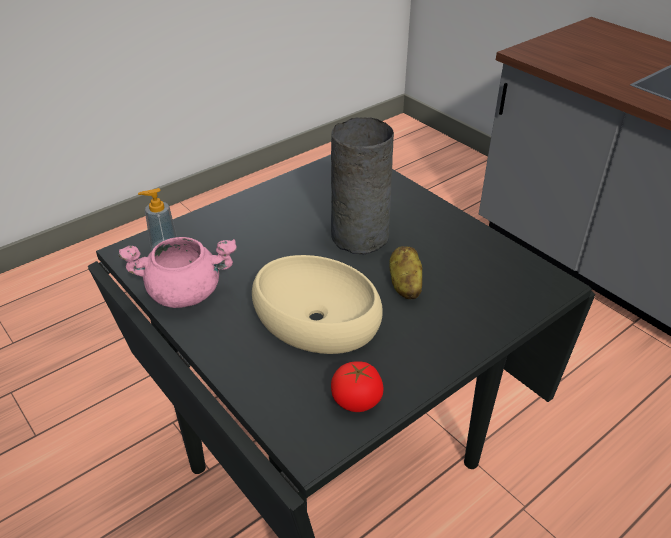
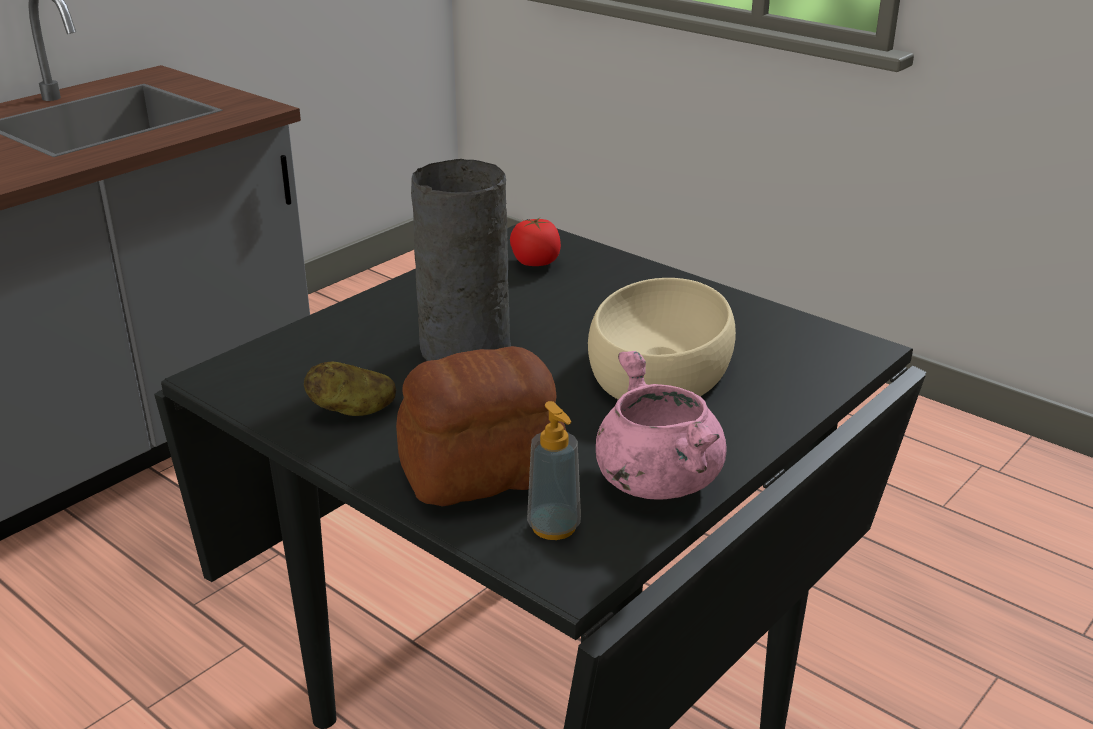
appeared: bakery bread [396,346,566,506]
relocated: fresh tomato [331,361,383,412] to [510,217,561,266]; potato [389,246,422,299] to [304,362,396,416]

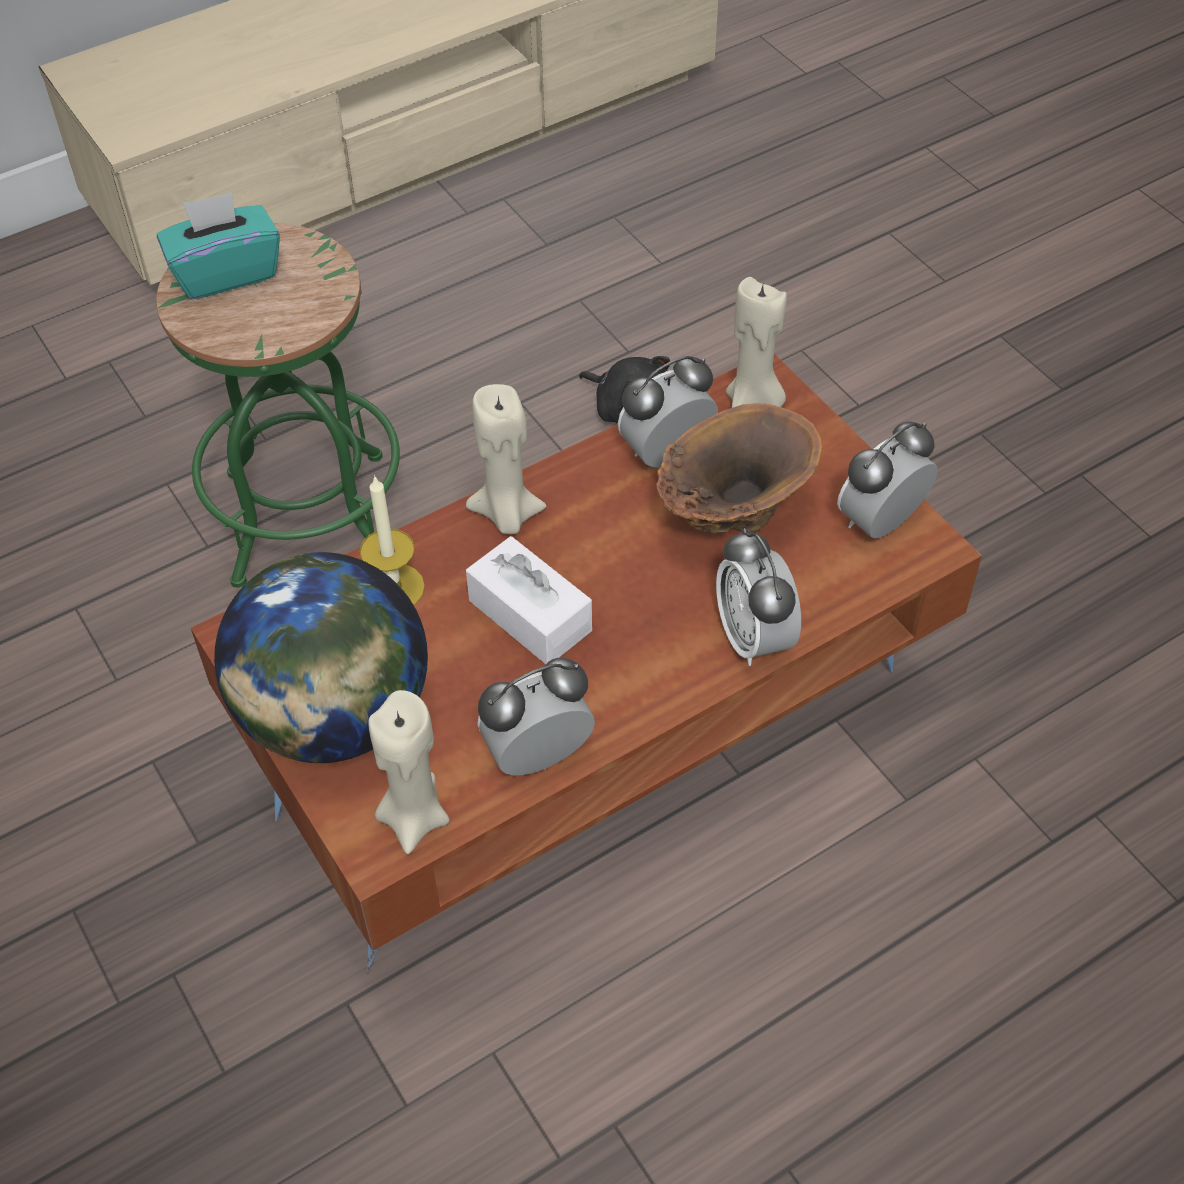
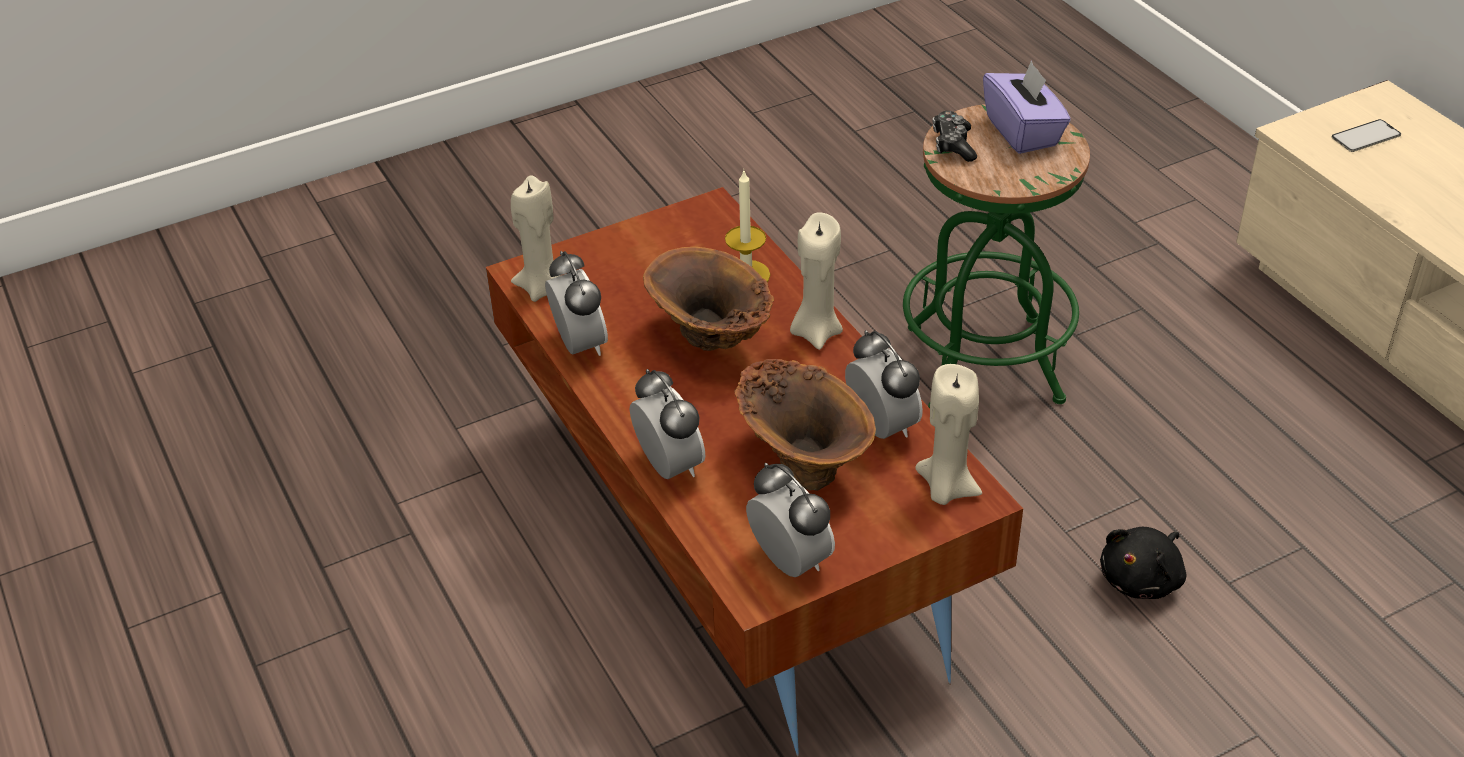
missing: world globe [214,552,428,763]
appeared: joypad [933,111,977,162]; telephone [1332,119,1401,152]
exchanged: white-coloured tissue holder [466,536,592,664] to brown-coloured flower vase [643,247,774,351]
colour: turquoise-coloured tissue holder [157,192,280,300] to purple tissue holder [983,60,1071,154]
spun: bedside clock [716,528,801,666] = [630,369,705,479] 75 degrees clockwise

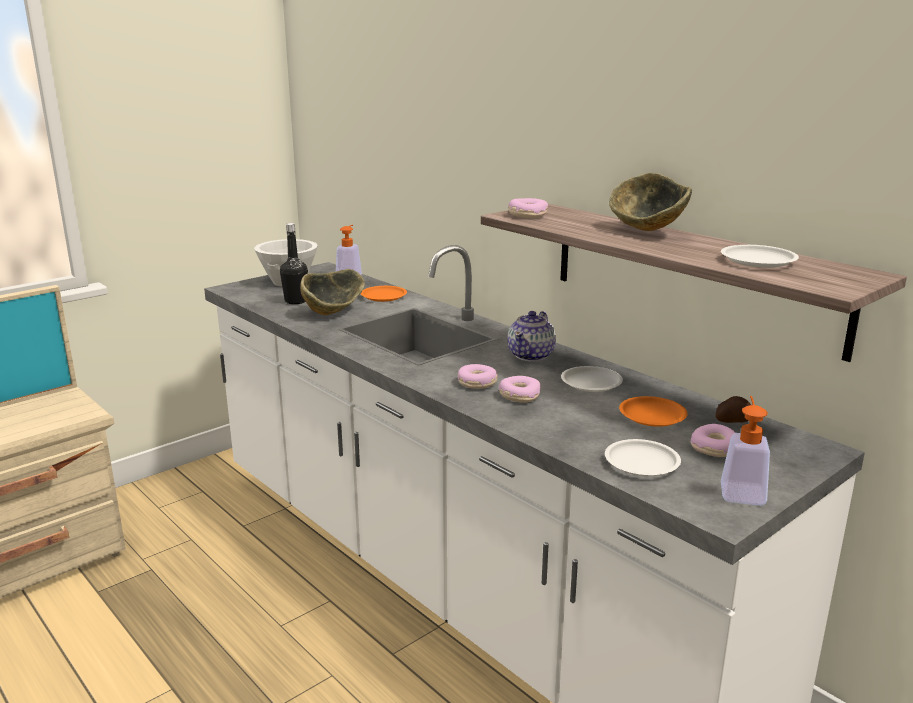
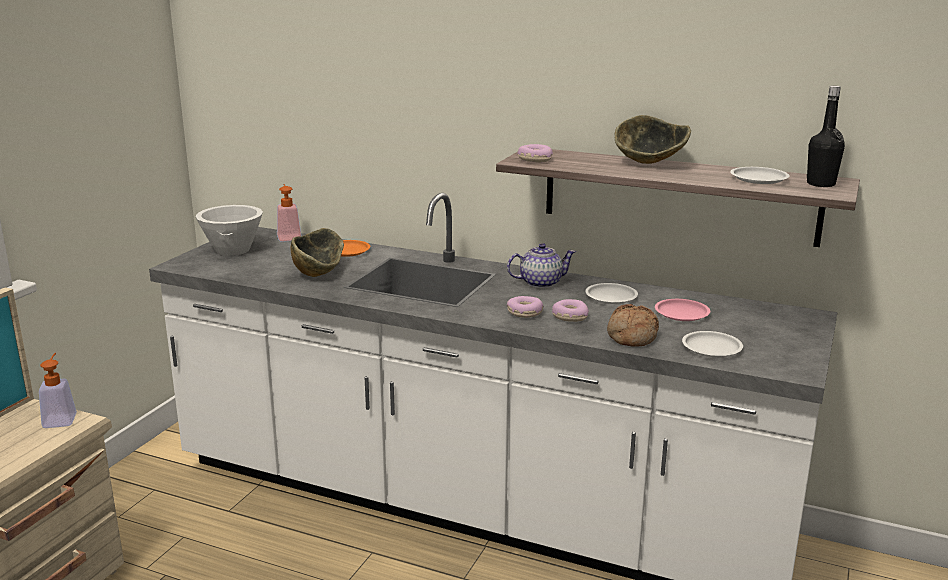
missing: doughnut [691,424,736,457]; potato [716,396,751,423]
appeared: bakery bread [607,304,659,347]
relocated: black-coloured beverage bottle [280,223,308,304] to [807,86,845,187]; liquid soap bottle [721,396,770,506] to [39,352,77,428]
colour: orange flat dish [619,396,688,427] to pink flat dish [655,299,710,321]
spun: tea pot [508,311,556,362] = [507,243,576,288] 105 degrees counterclockwise

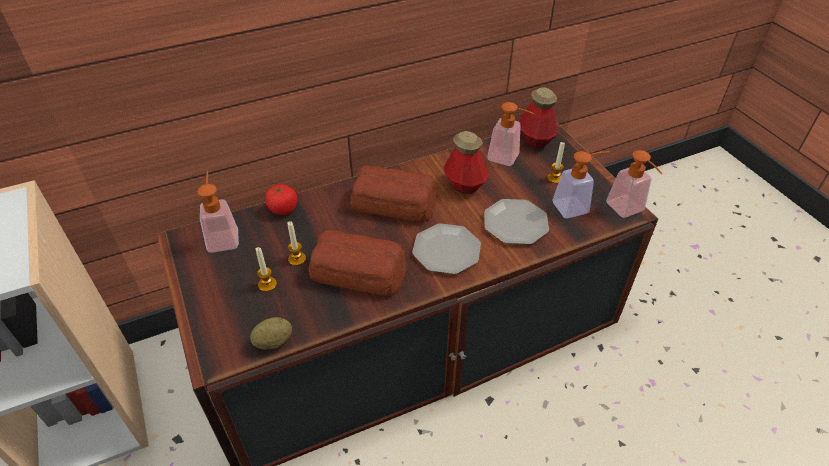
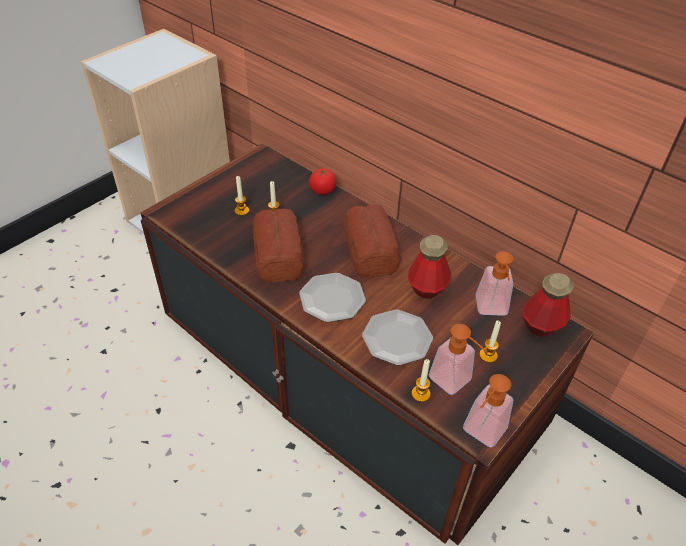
missing: liquid soap bottle [197,171,239,253]; potato [250,317,292,349]
appeared: wax candle [412,359,430,402]

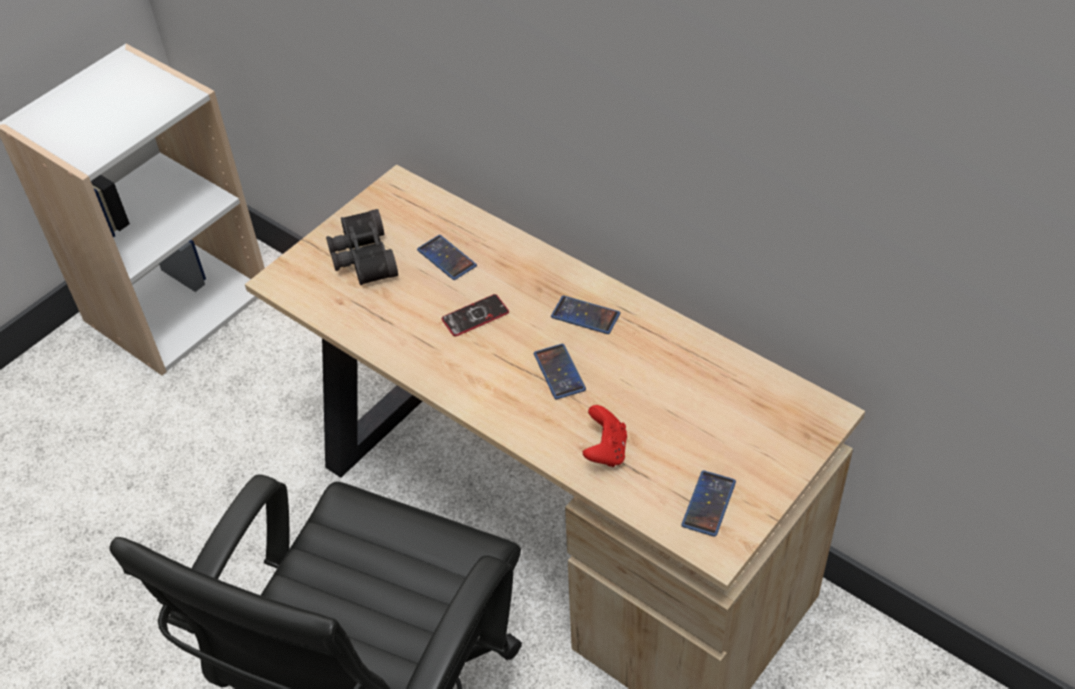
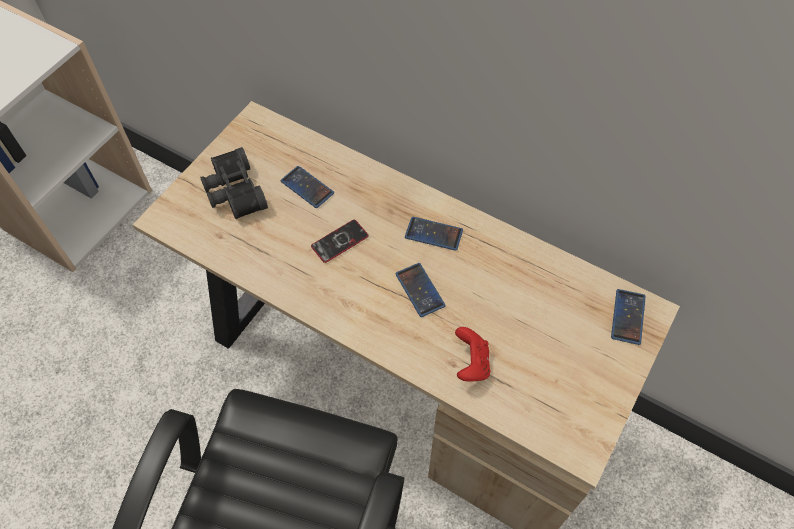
relocated: telephone [681,470,736,537] to [611,289,645,345]

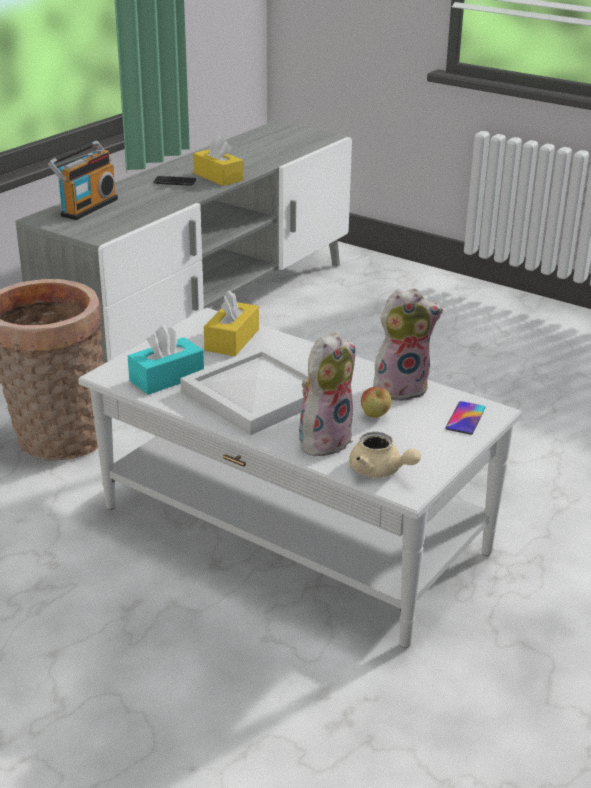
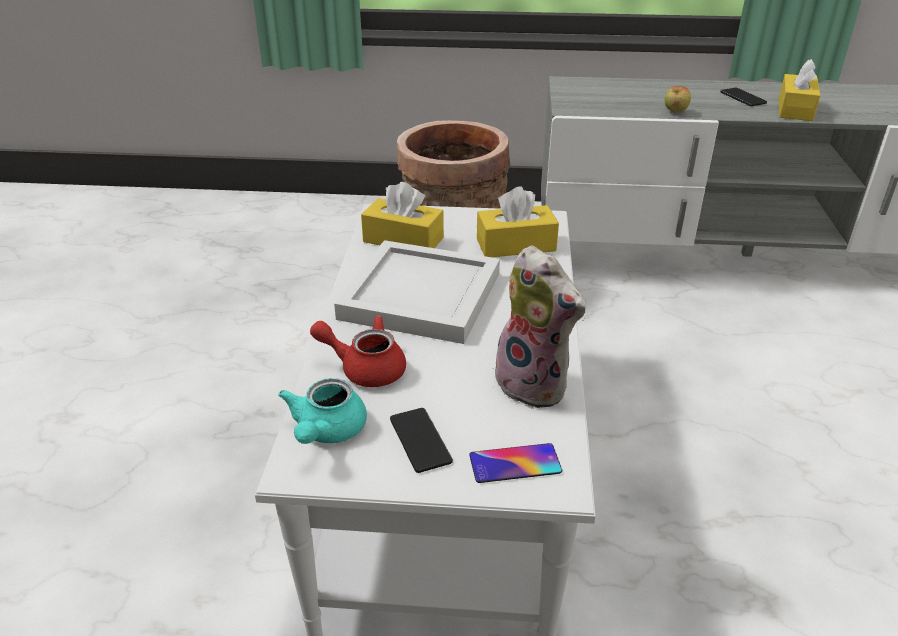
missing: radio set [48,141,118,220]
appeared: telephone [390,408,453,473]
relocated: apple fruit [361,387,391,418] to [664,86,691,113]
exchanged: soft toy [299,331,355,456] to reddish tea pot [310,315,406,387]
colour: turquoise-coloured tissue holder [128,325,204,395] to yellowish tissue holder [361,182,444,248]; beige tea pot [349,432,421,478] to turquoise-coloured tea pot [278,378,367,444]

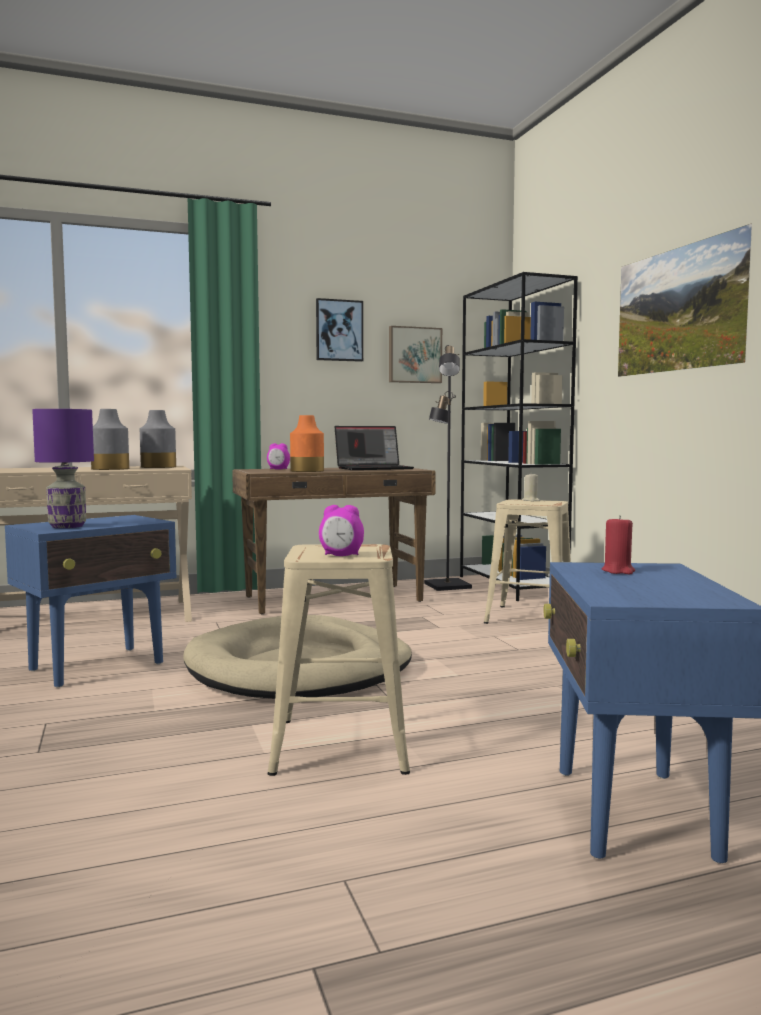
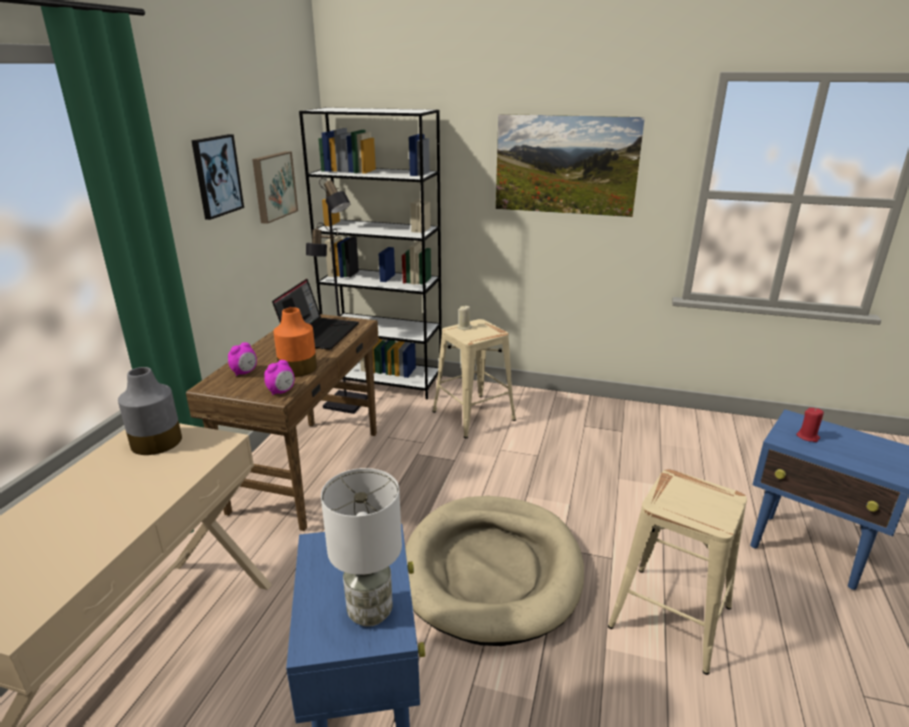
missing: greyish flower vase [91,409,129,470]
relocated: bedside clock [319,505,364,556] to [264,360,295,395]
colour: purple tabletop lamp [32,409,94,528] to white-coloured tabletop lamp [321,468,402,627]

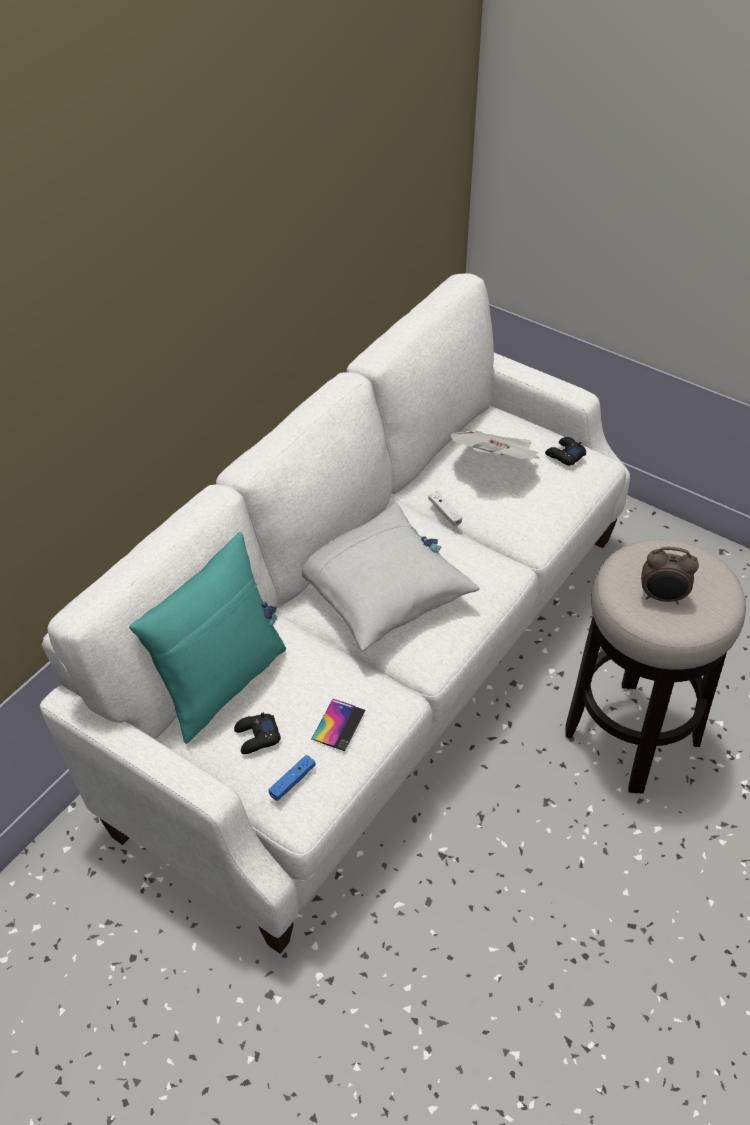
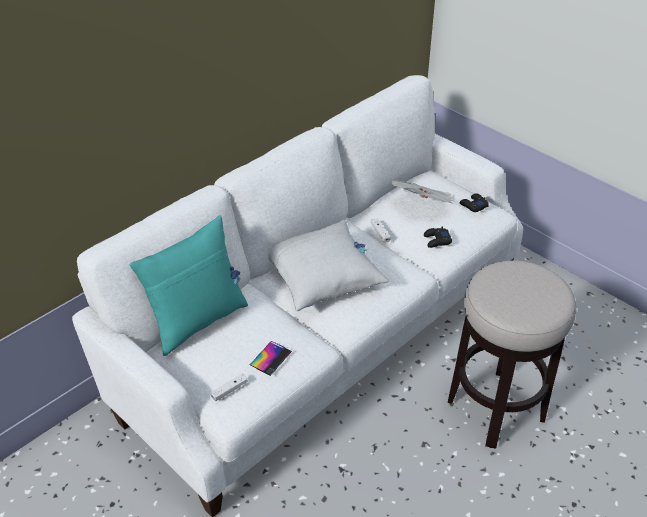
missing: bedside clock [641,547,699,604]
relocated: black-coloured joypad [234,713,281,754] to [424,226,452,248]
colour: bluish joypad [268,755,316,801] to white-coloured joypad [210,374,248,401]

